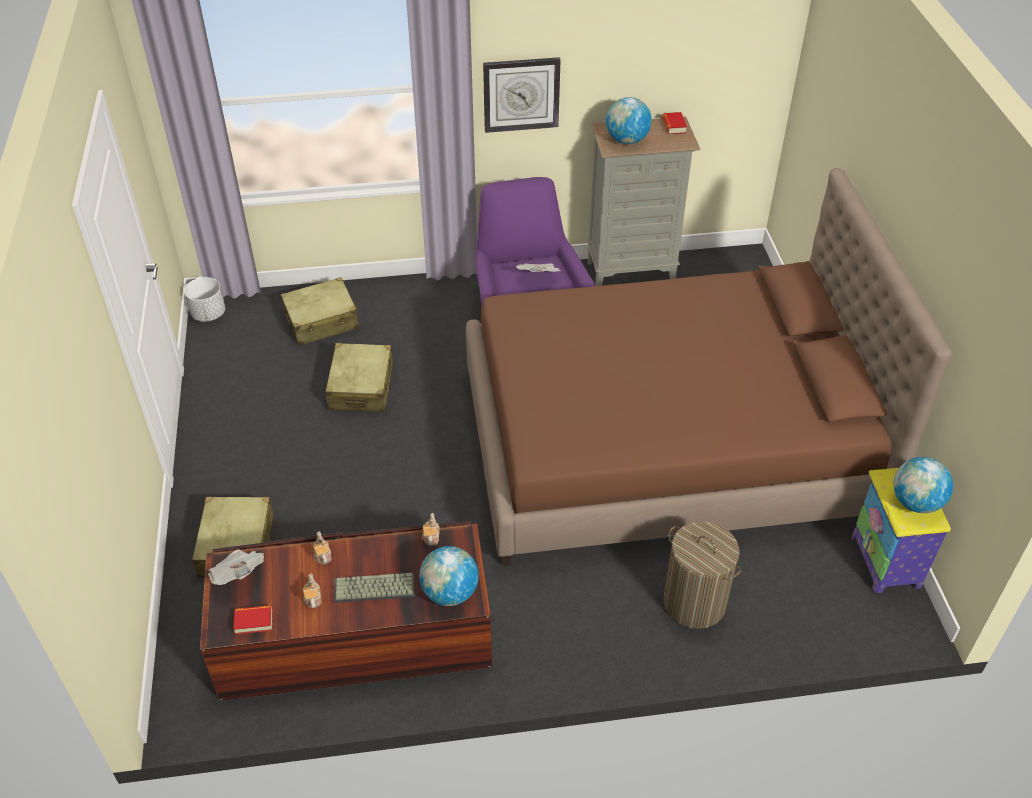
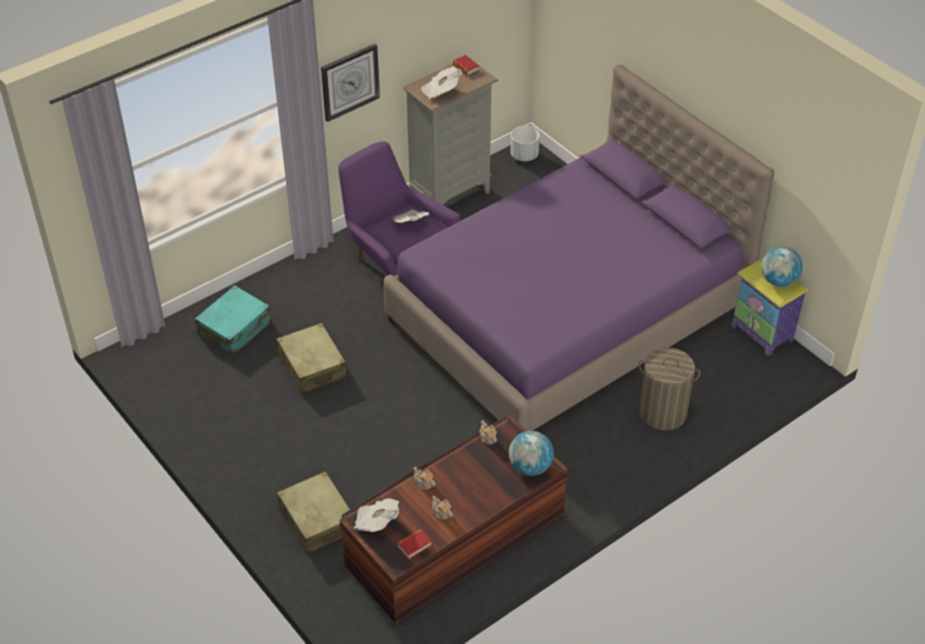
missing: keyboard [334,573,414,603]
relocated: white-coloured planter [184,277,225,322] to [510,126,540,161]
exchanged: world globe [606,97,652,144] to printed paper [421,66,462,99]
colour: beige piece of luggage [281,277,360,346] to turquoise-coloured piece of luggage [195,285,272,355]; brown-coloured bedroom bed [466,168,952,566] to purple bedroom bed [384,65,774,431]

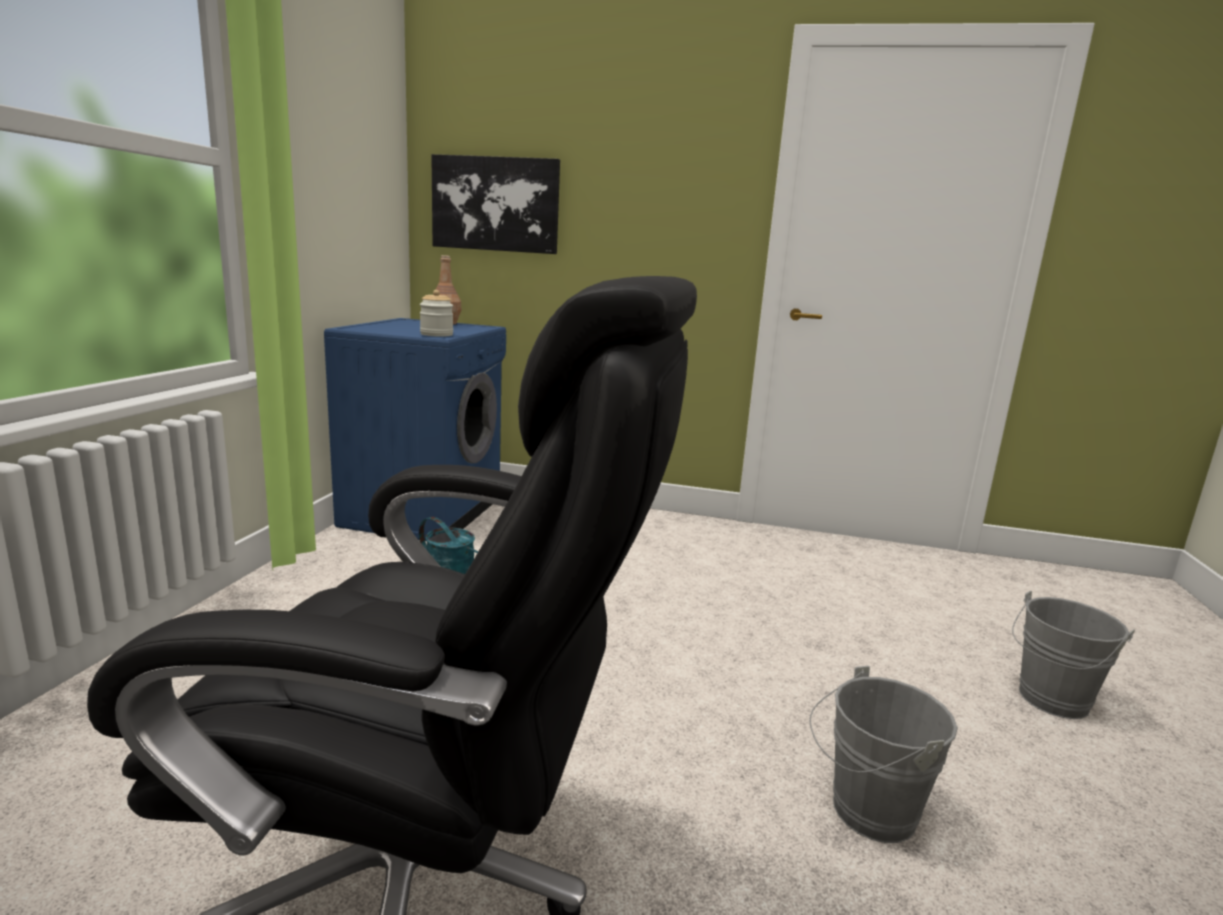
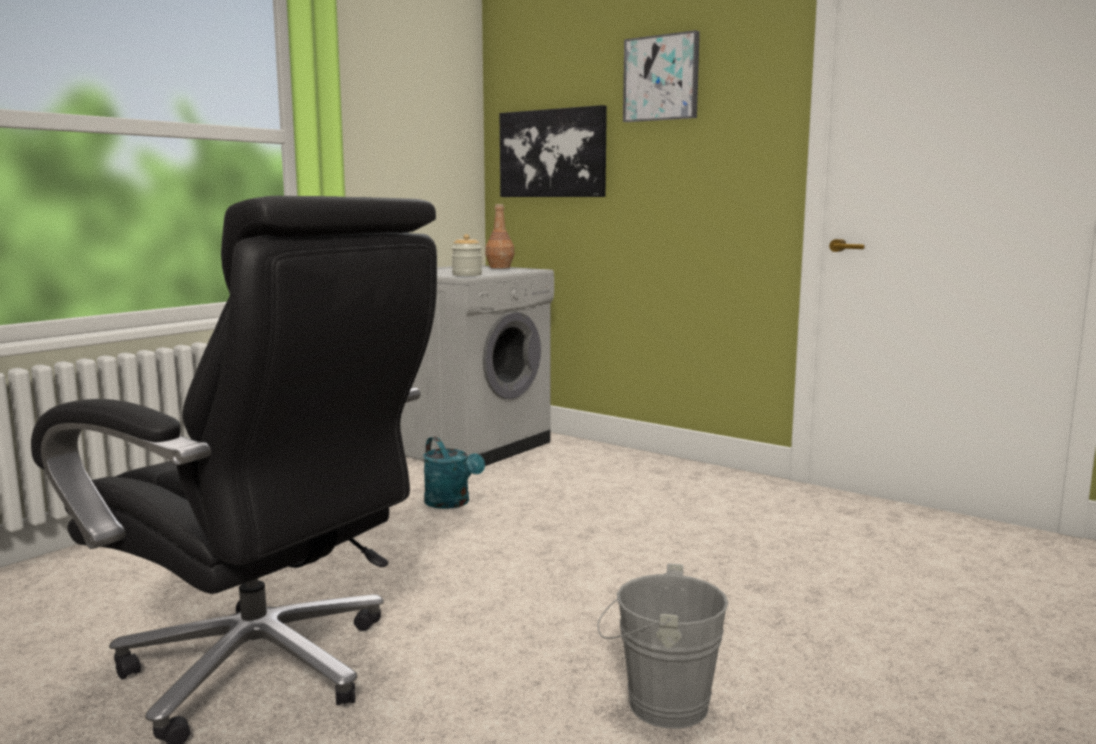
missing: greyish water bucket [1012,591,1135,719]
appeared: wall picture [623,30,700,122]
colour: bluish laundry machine [324,318,506,541] to white-coloured laundry machine [400,265,554,466]

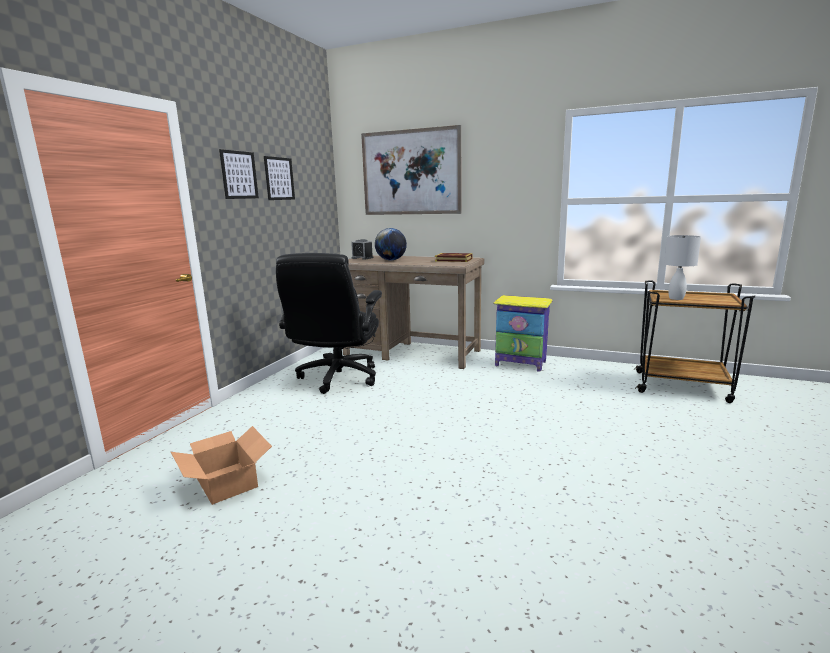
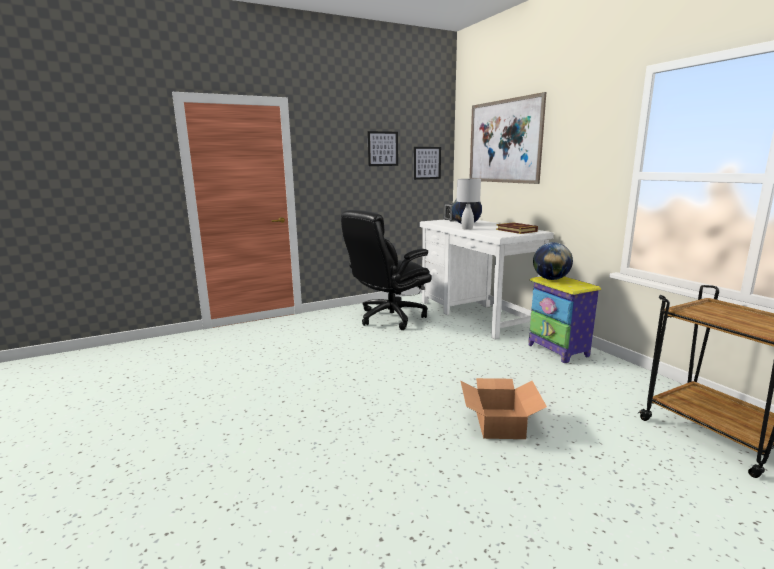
appeared: world globe [533,242,573,280]
relocated: cardboard box [171,426,272,505] to [460,378,547,439]; wall picture [219,149,259,199] to [414,147,441,180]; white-coloured tabletop lamp [664,235,701,300] to [457,178,481,230]
colour: brown-coloured desk table [343,255,484,369] to white-coloured desk table [420,220,554,339]

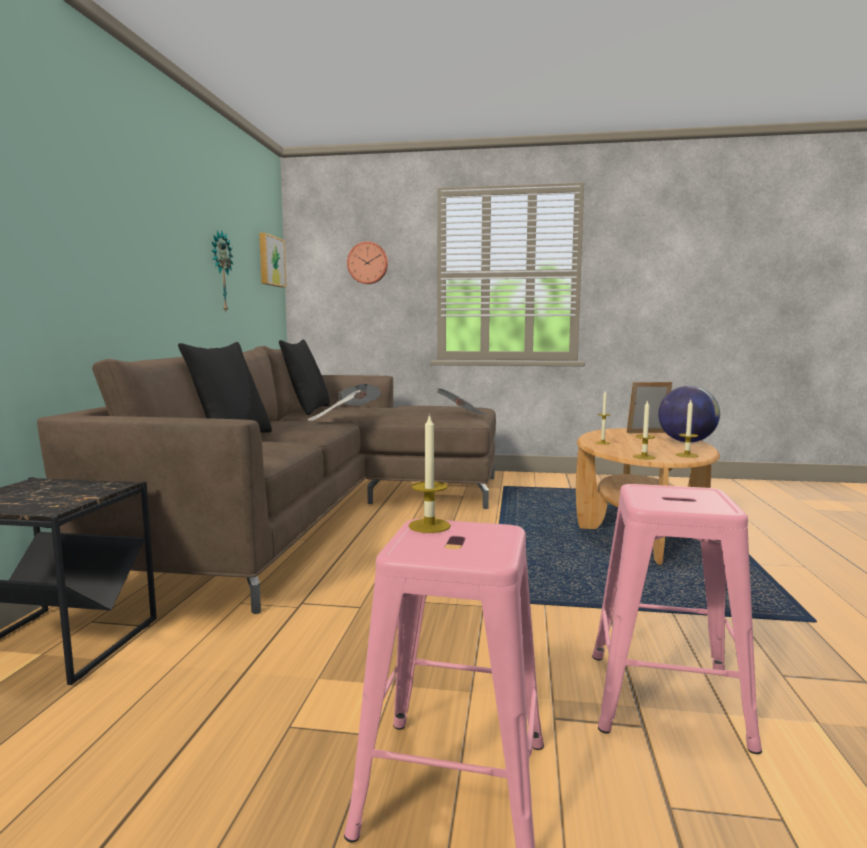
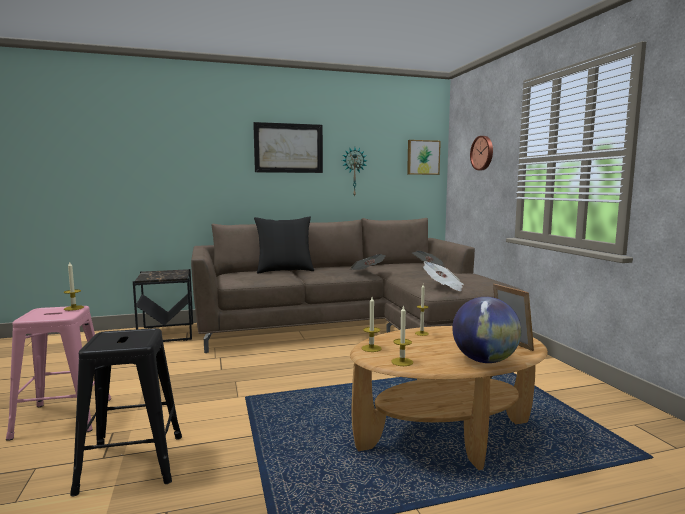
missing: black-coloured pillow [279,339,330,415]
appeared: wall picture [253,122,323,173]
colour: pink sitting stool [592,484,762,754] to black-coloured sitting stool [70,328,182,496]

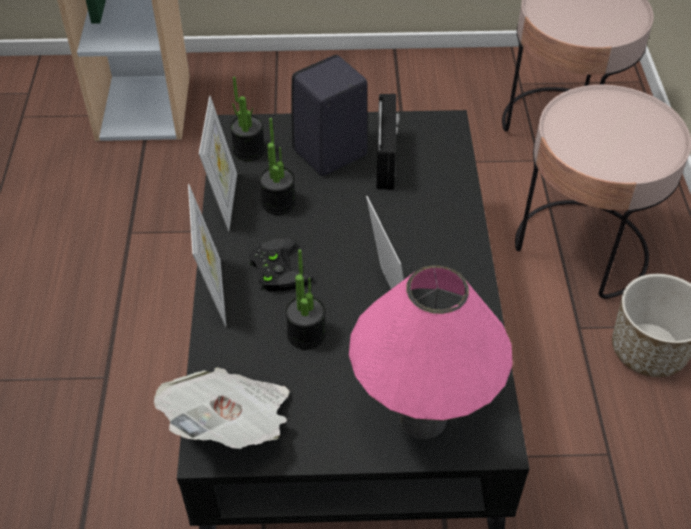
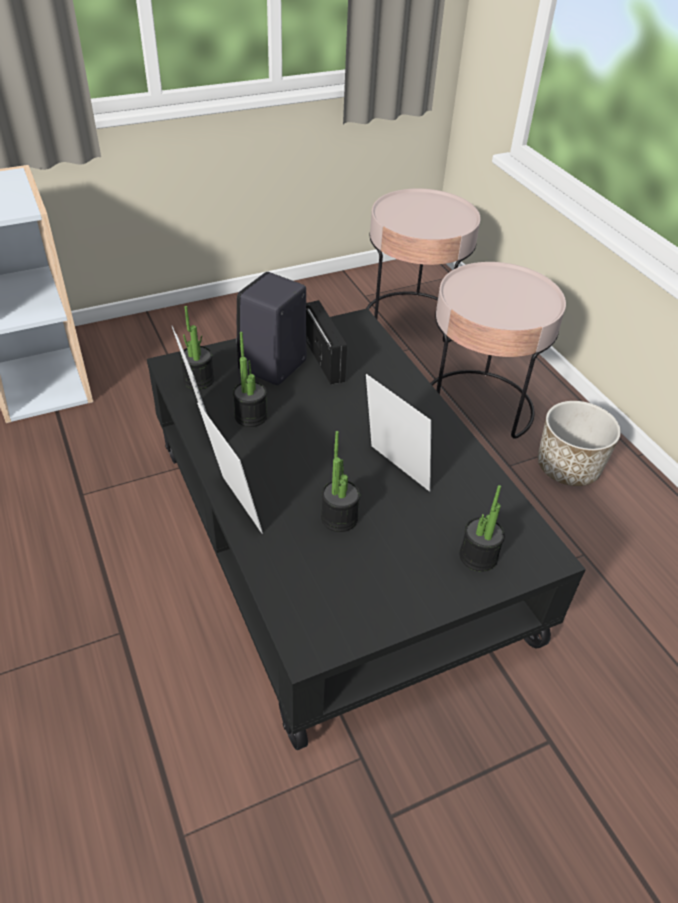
missing: printed paper [154,367,289,449]; black-coloured joypad [249,238,313,291]
exchanged: pink tabletop lamp [349,265,513,439] to plant in a pot [459,485,505,572]

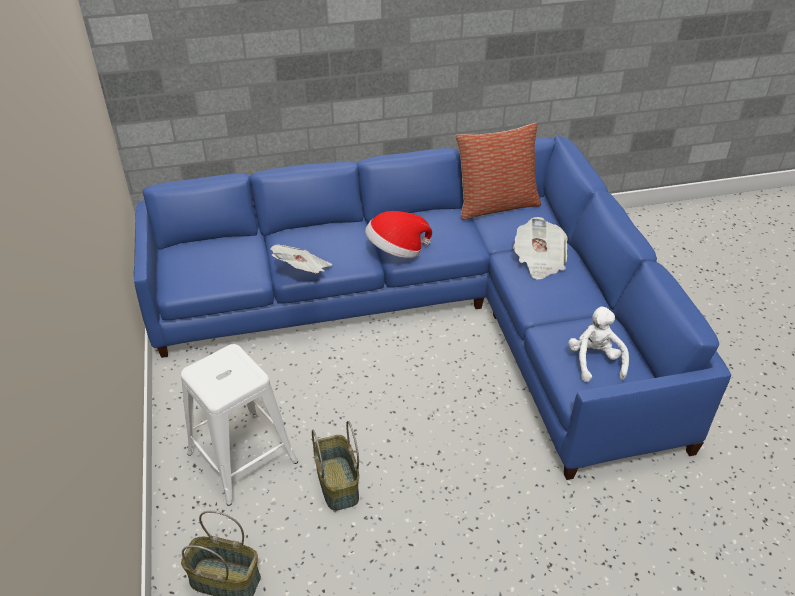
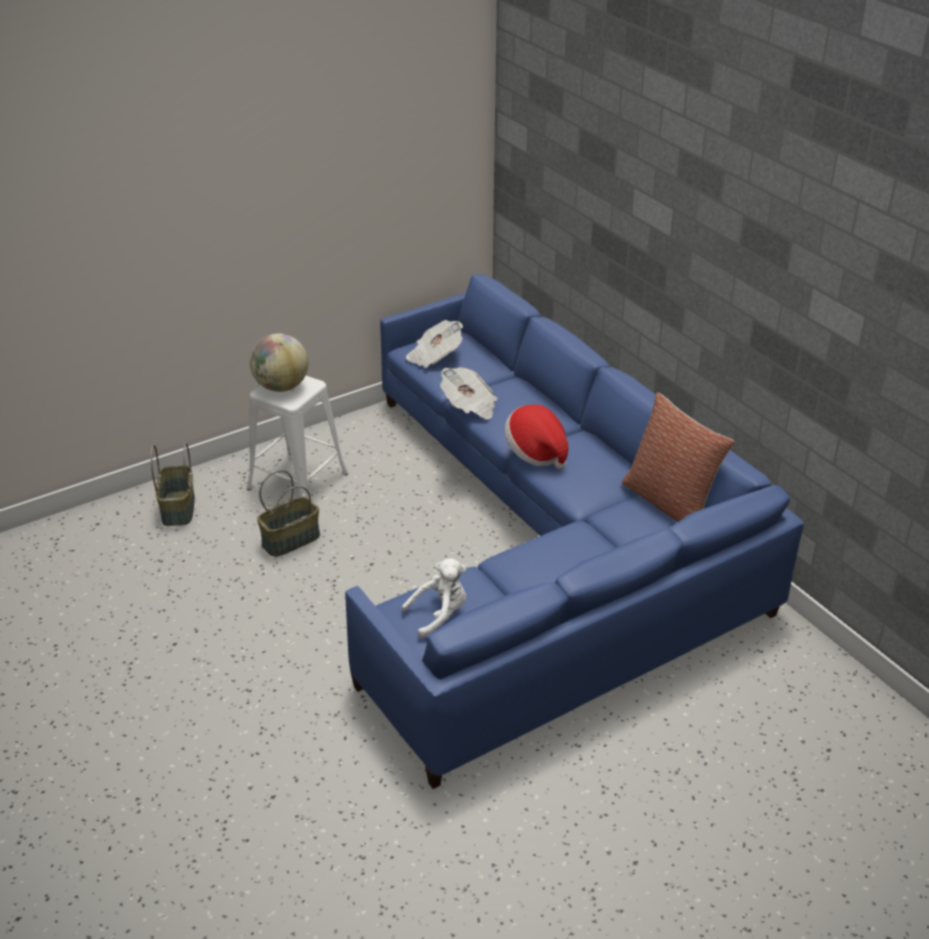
appeared: world globe [250,334,308,392]
relocated: printed paper [513,217,568,280] to [406,320,463,368]

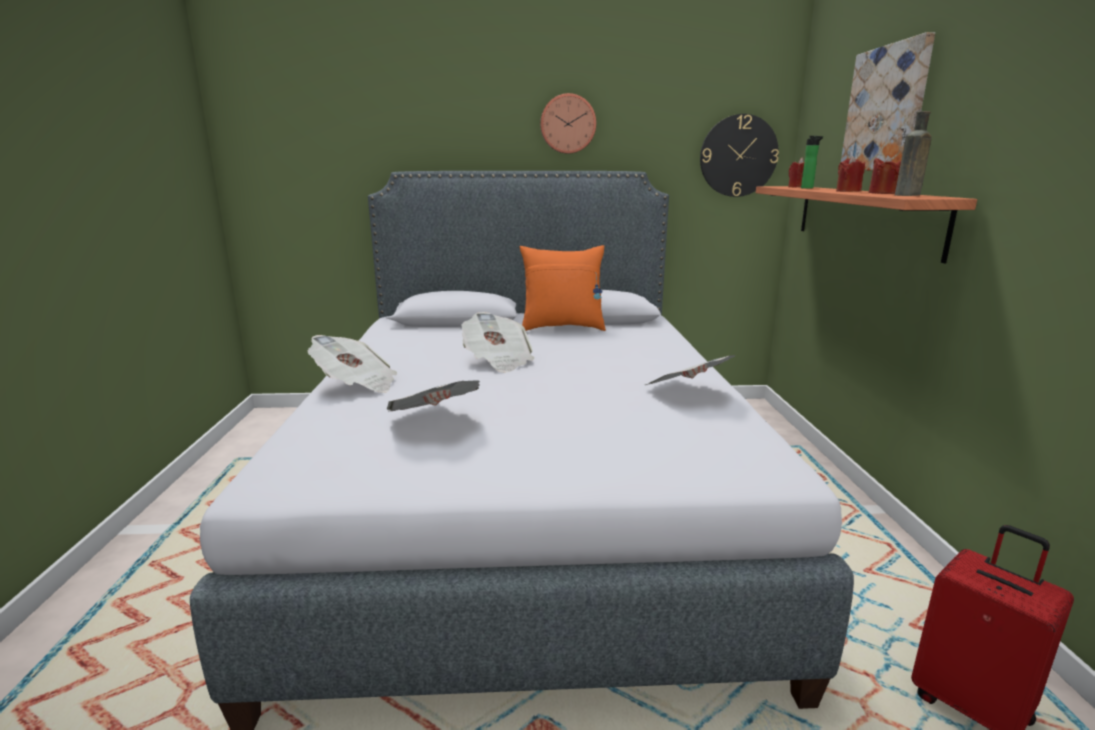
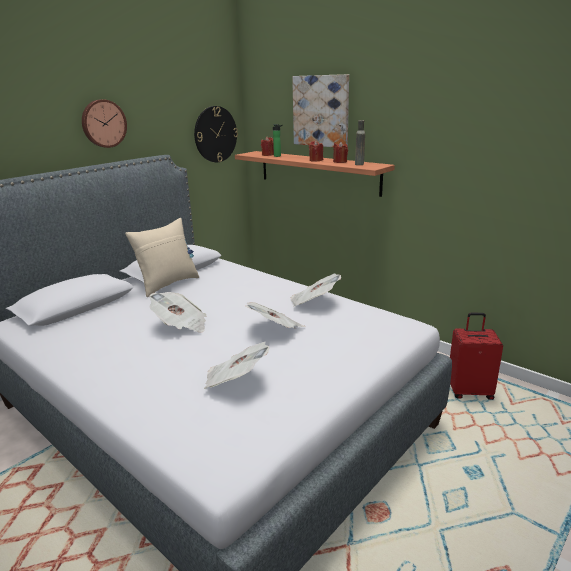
relocated: printed paper [307,335,397,393] to [246,302,306,329]
colour: orange pillow [520,245,606,331] to beige pillow [125,218,199,297]

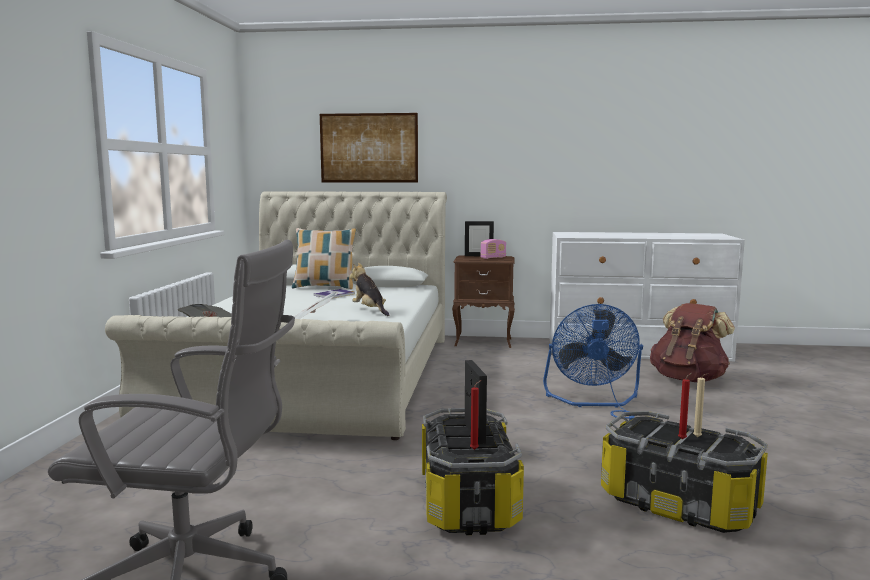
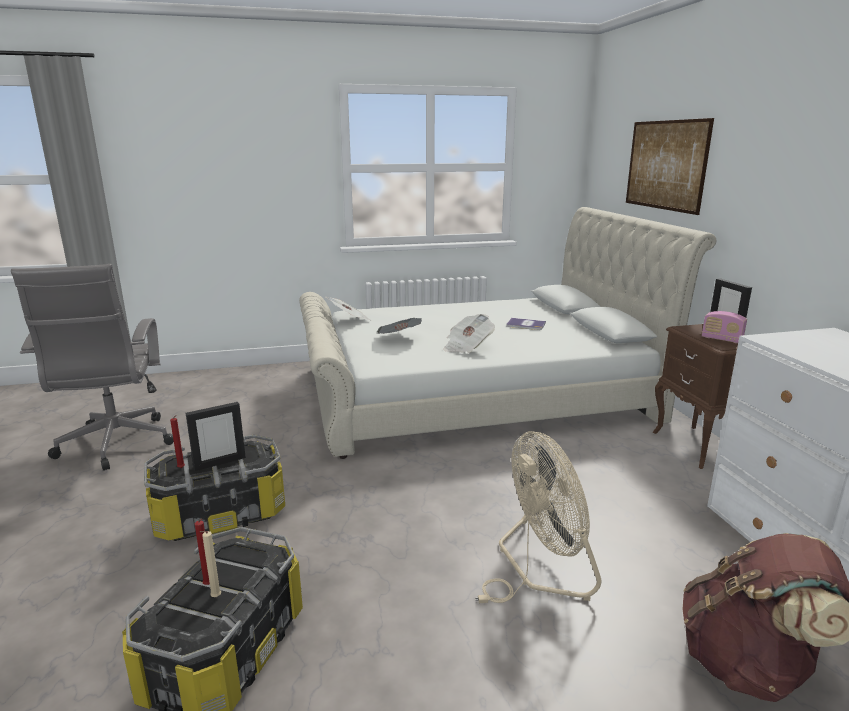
missing: pillow [292,228,356,289]
exchanged: soft toy [349,263,389,316] to printed paper [443,314,495,353]
colour: bluish cooling fan [543,304,643,420] to beige cooling fan [475,431,601,603]

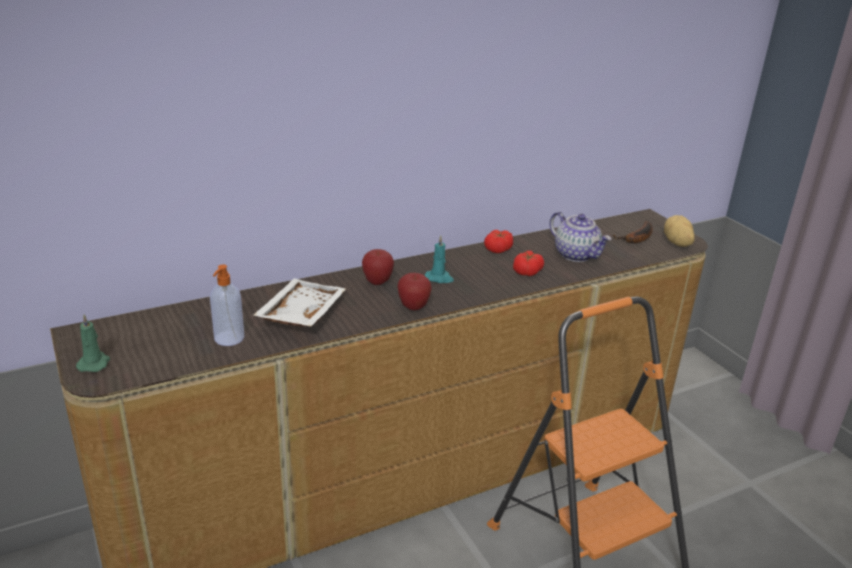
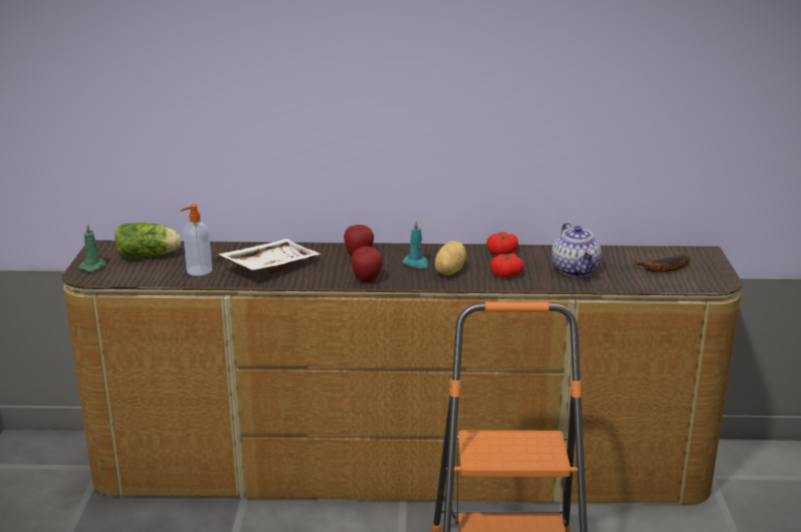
appeared: lettuce [115,223,181,258]
relocated: potato [664,215,695,247] to [435,241,466,275]

